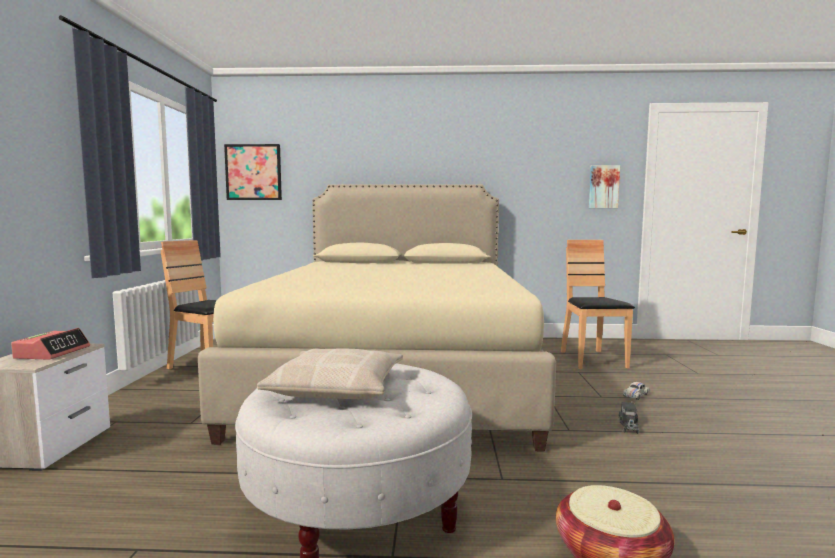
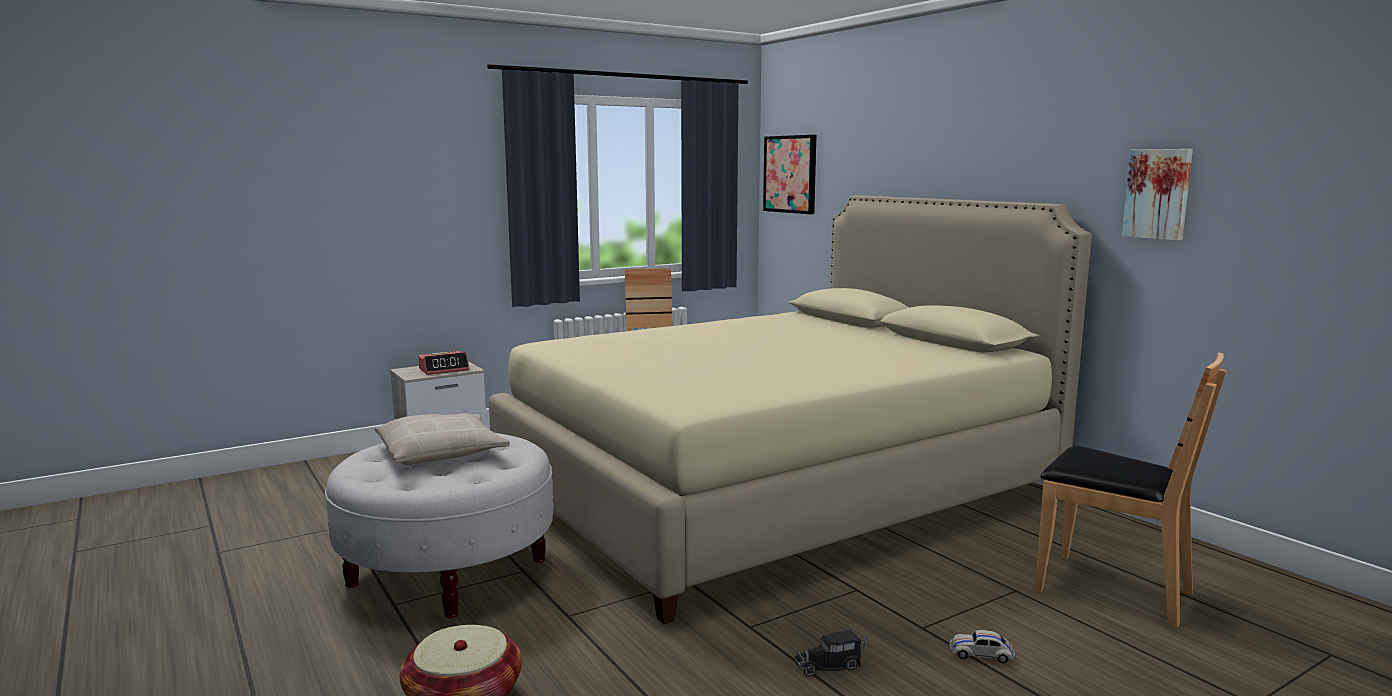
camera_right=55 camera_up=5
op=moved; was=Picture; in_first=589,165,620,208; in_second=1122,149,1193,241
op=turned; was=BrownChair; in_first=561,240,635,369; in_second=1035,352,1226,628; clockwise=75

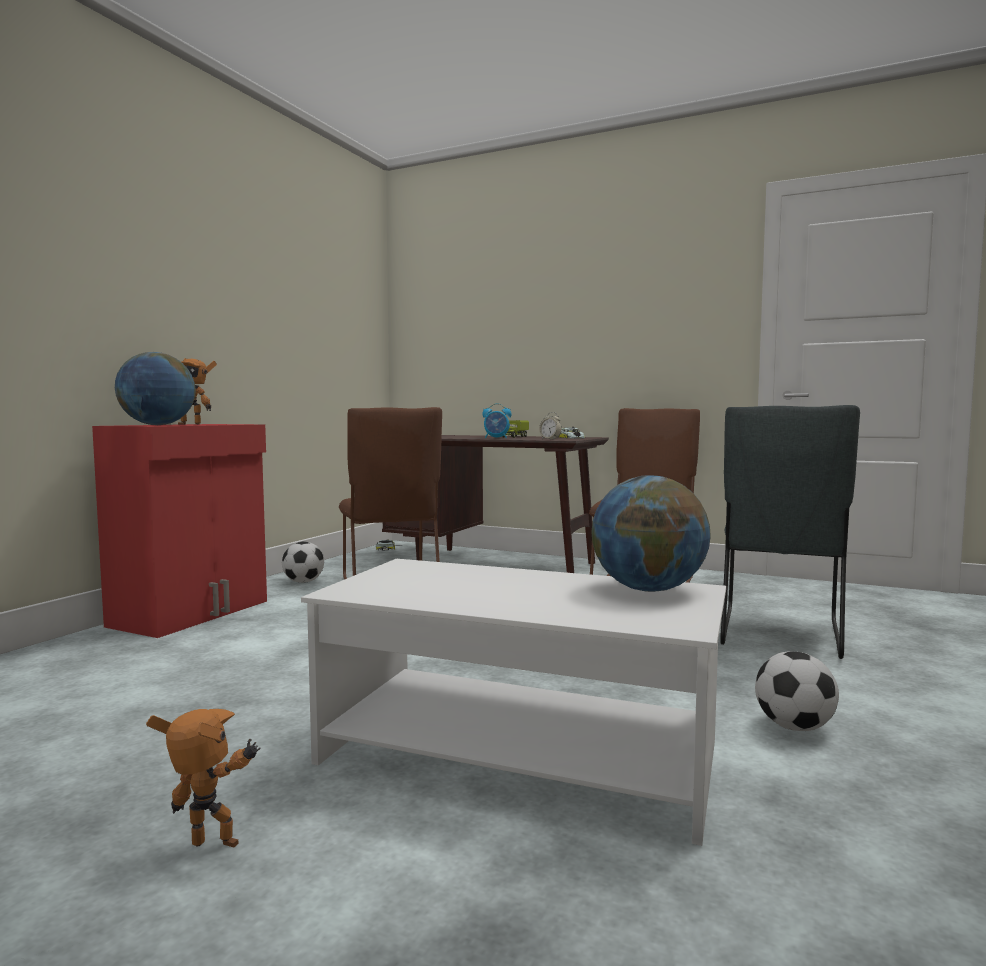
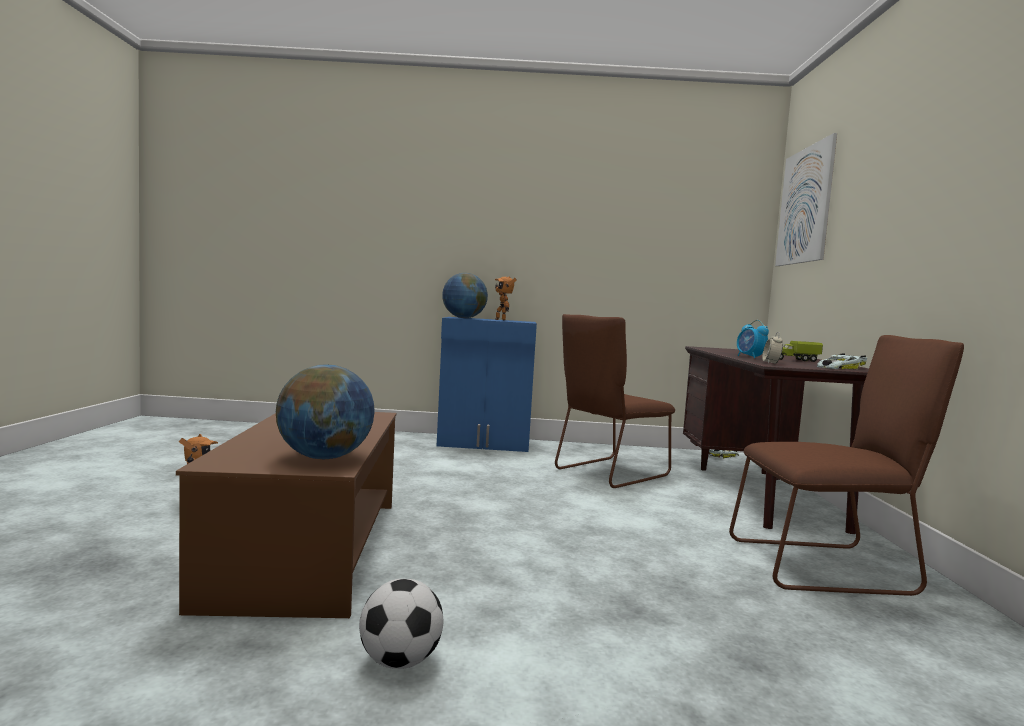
camera_right=65 camera_up=0
op=removed; was=Football; in_first=282,542,324,583
op=removed; was=GreyChair; in_first=720,405,860,659
op=added; now=Picture; in_second=775,133,837,266
op=recoloured; was=RedCabinet; now=BlueCabinet; in_first=92,424,267,638; in_second=437,317,537,452
op=recoloured; was=WhiteCoffeeTable; now=BrownCoffeeTable; in_first=301,559,726,846; in_second=176,412,396,618

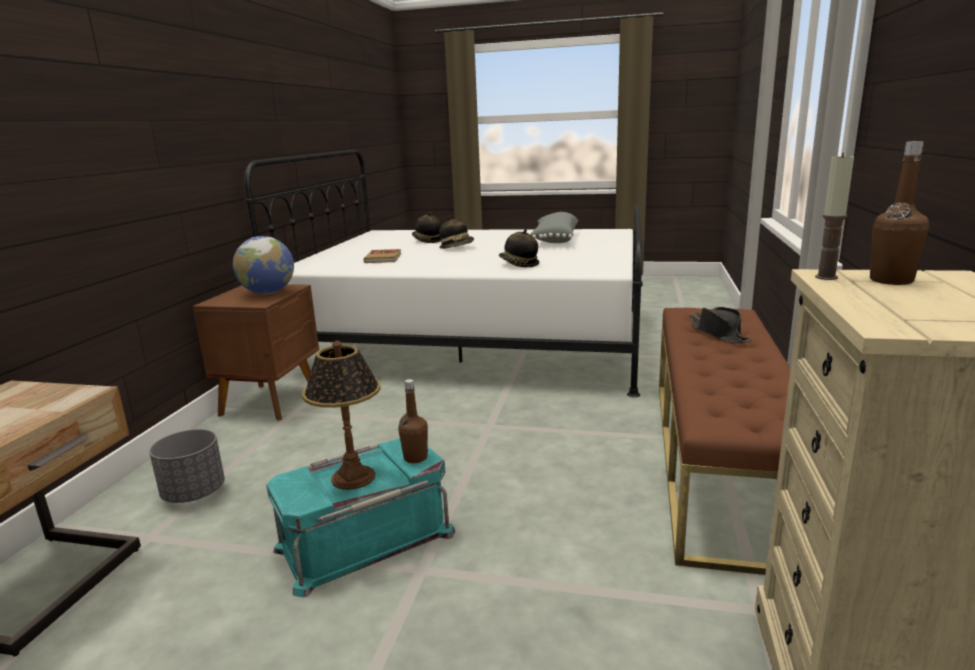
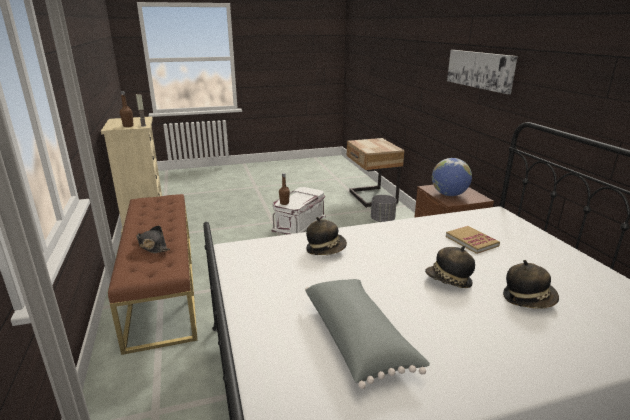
camera_right=150 camera_up=5
op=removed; was=TableLamp; in_first=302,341,381,490
op=added; now=Picture; in_second=447,50,518,94
op=recoloured; was=TurquoiseStorageBox; now=WhiteStorageBox; in_first=266,438,456,597; in_second=271,187,326,235

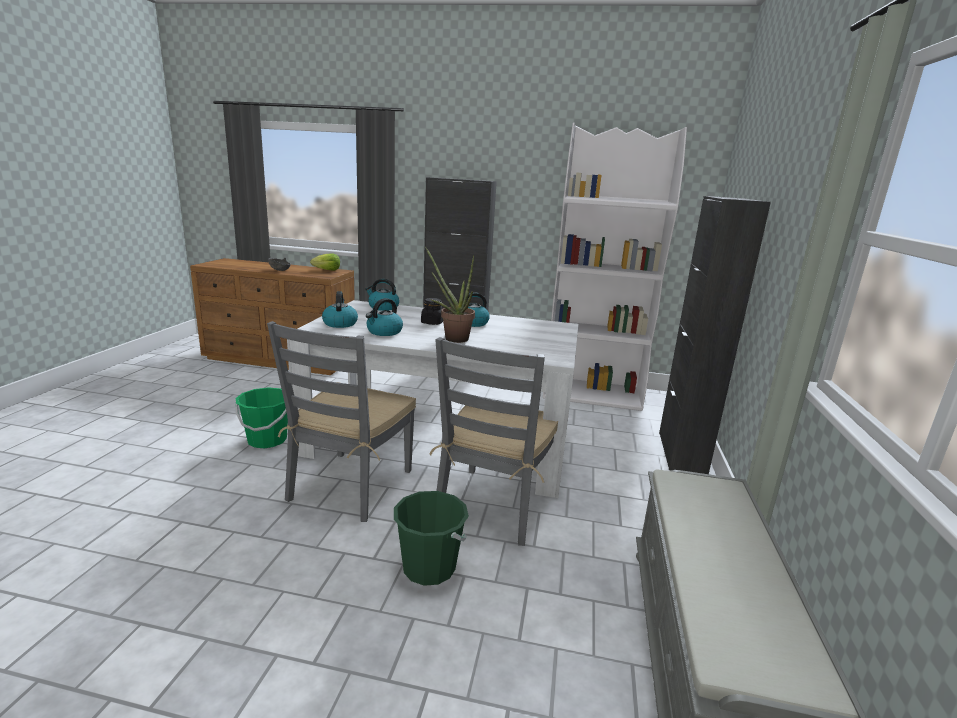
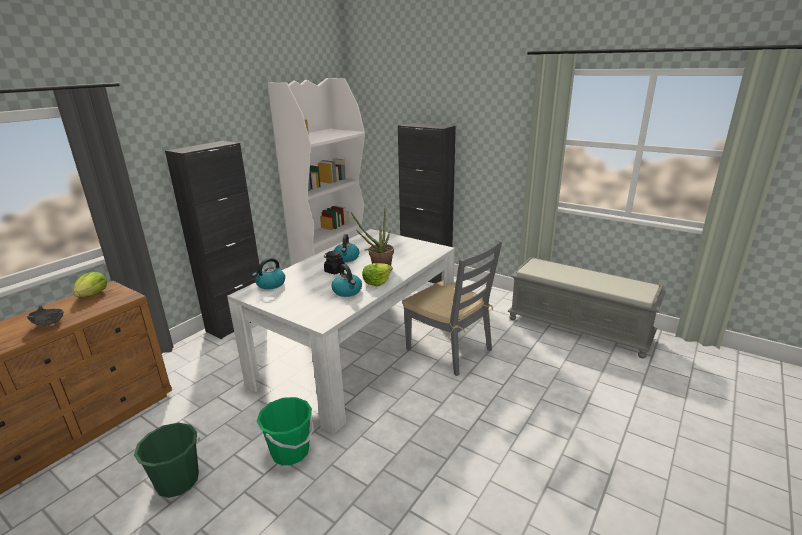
camera_right=-65 camera_up=5
op=removed; was=GreyChair; in_first=267,321,416,522
op=removed; was=Kettle; in_first=322,291,358,328
op=added; now=Lettuce; in_second=362,263,393,286
op=moved; was=GreenBucket; in_first=394,491,469,586; in_second=134,423,200,498

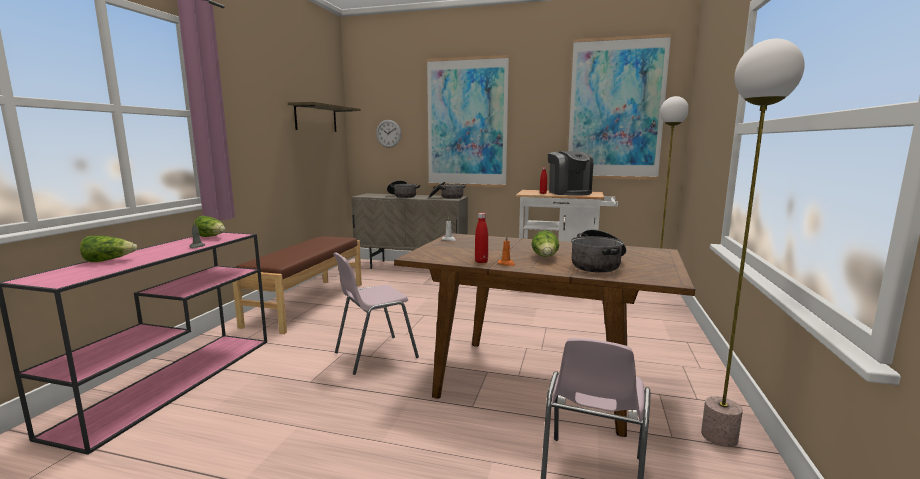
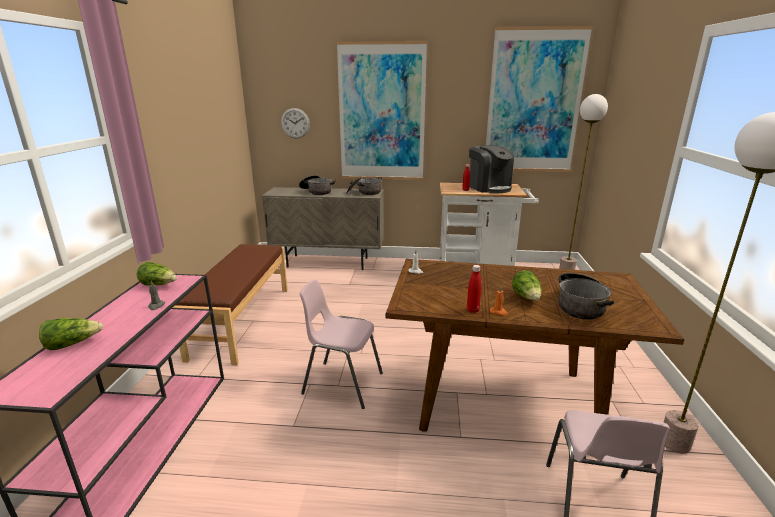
camera_right=-10 camera_up=10
op=removed; was=Shelf; in_first=288,102,361,132
op=turned; was=PinkChair; in_first=333,252,419,375; in_second=299,279,383,409; clockwise=60

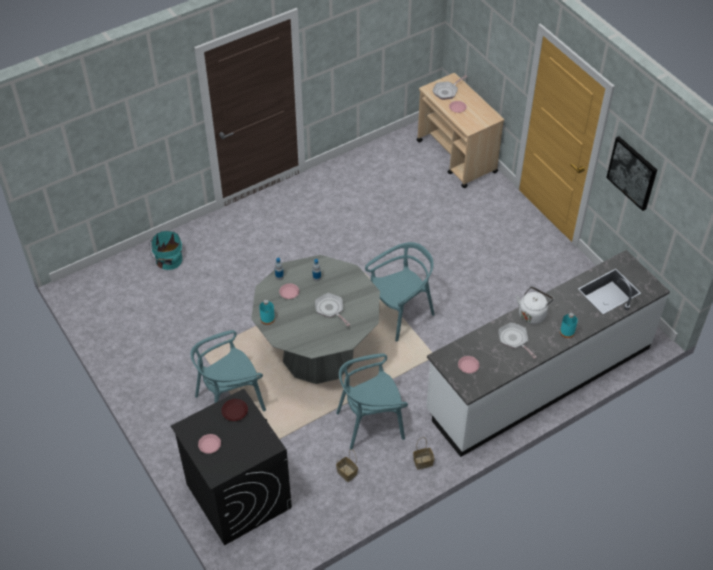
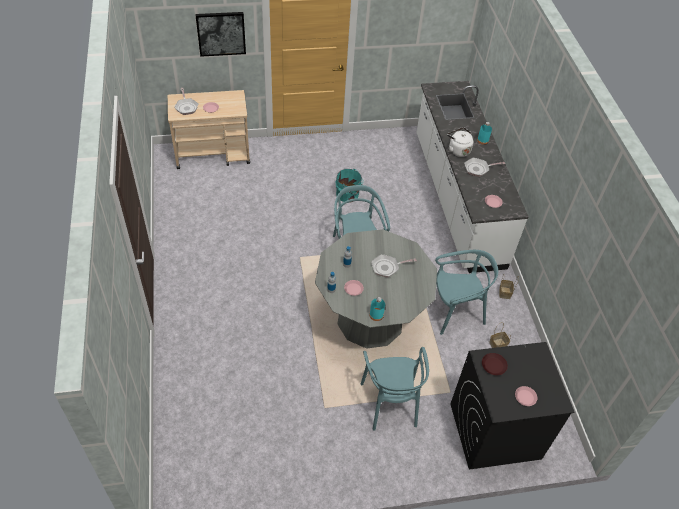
camera_right=-70 camera_up=0
op=moved; was=TurquoiseBucket; in_first=149,231,182,270; in_second=336,169,363,202
op=moved; was=Picture; in_first=606,136,657,211; in_second=195,12,246,57
op=turned; was=TurquoiseChair; in_first=336,354,408,449; in_second=435,250,498,335; clockwise=-105

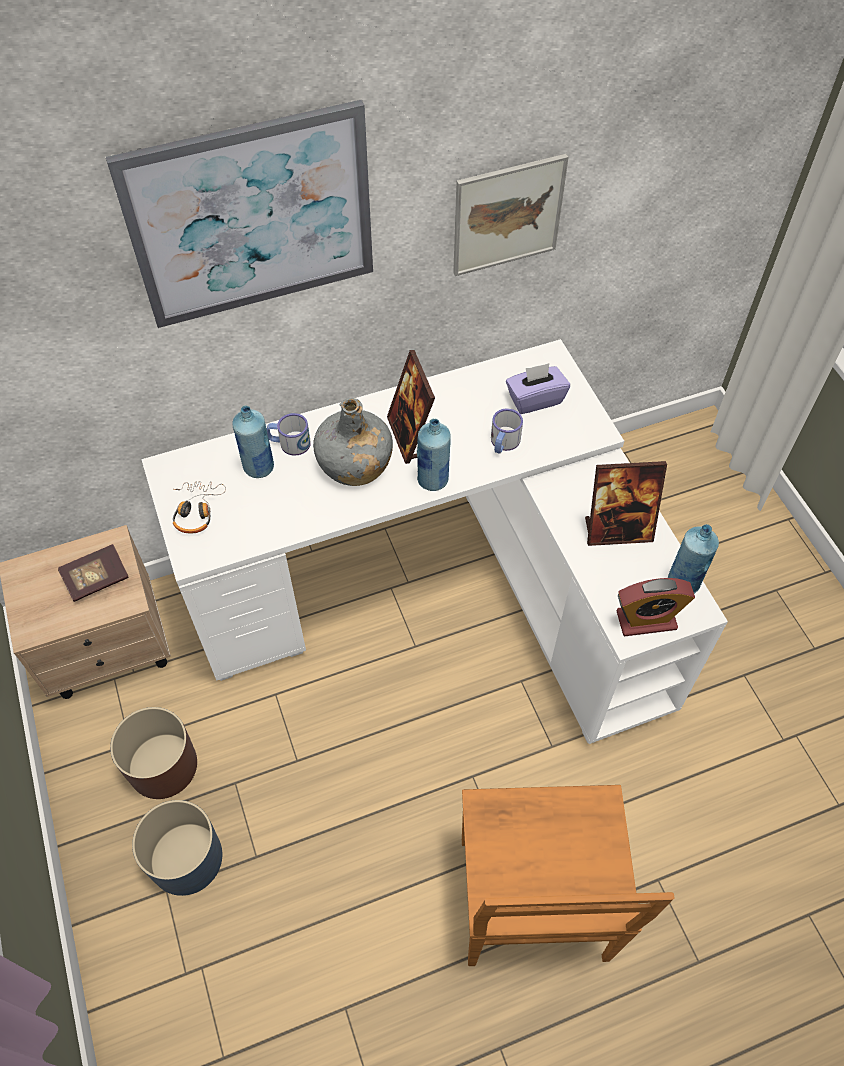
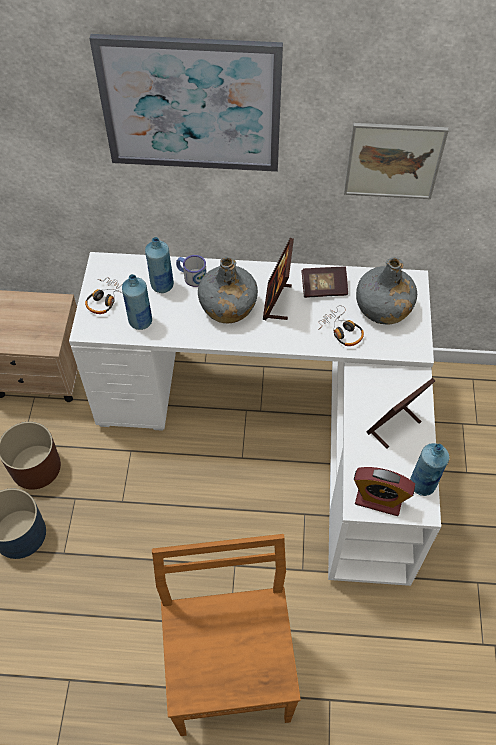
camera_right=25 camera_up=0
op=moved; was=Book; in_first=58,544,129,602; in_second=301,266,348,298
op=moved; was=BlueBottle; in_first=417,419,451,491; in_second=122,274,152,330
op=replaced; was=Mug; now=Headphones; in_first=491,408,523,454; in_second=318,305,364,346
op=replaced; was=PurpleTissueBox; now=GreyBottle; in_first=506,363,570,414; in_second=356,257,417,324
op=turned; was=BrownChair; in_first=462,785,675,966; in_second=152,534,301,736; clockwise=150
op=turned; was=PictureFrame; in_first=585,461,667,546; in_second=367,378,435,448; clockwise=120

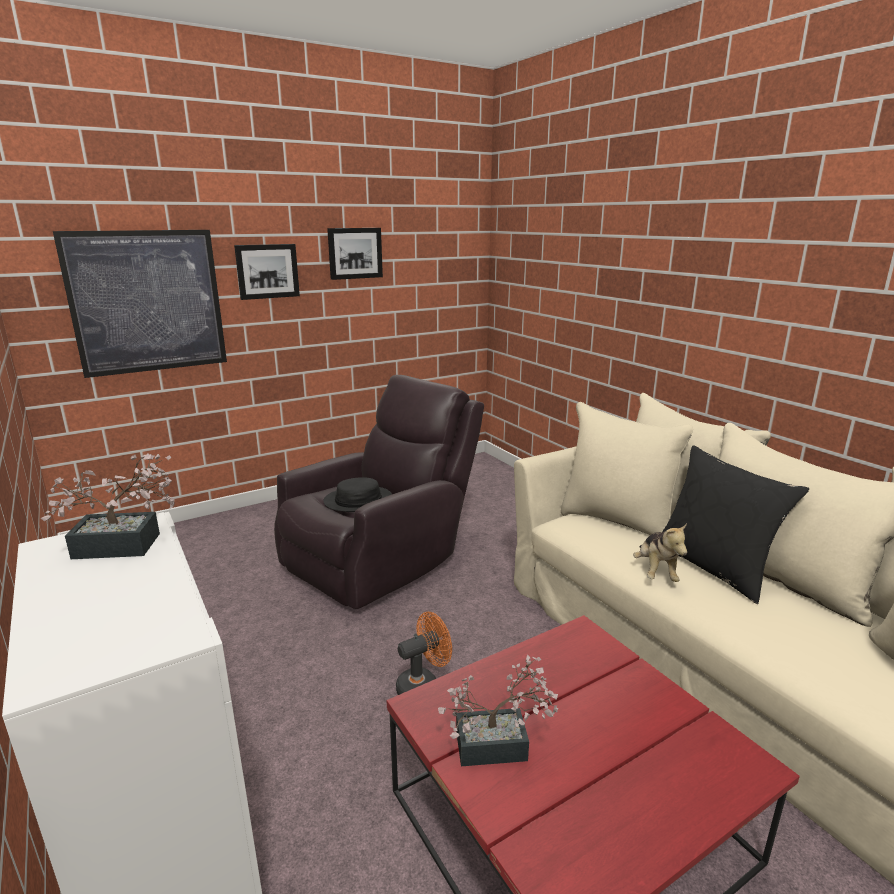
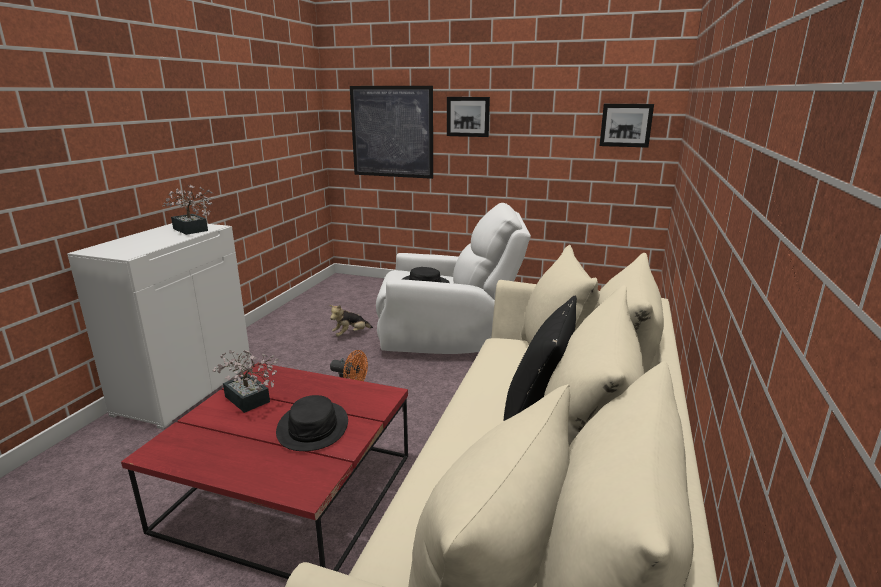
camera_right=50 camera_up=0
op=added; now=BlackHat; in_second=276,395,348,451
op=moved; was=Picture; in_first=327,228,383,280; in_second=600,104,654,147
op=moved; was=PlushToy; in_first=633,523,687,582; in_second=329,305,373,336
op=recoloured; was=BrownArmchair; now=WhiteArmchair; in_first=274,375,484,609; in_second=376,203,531,354

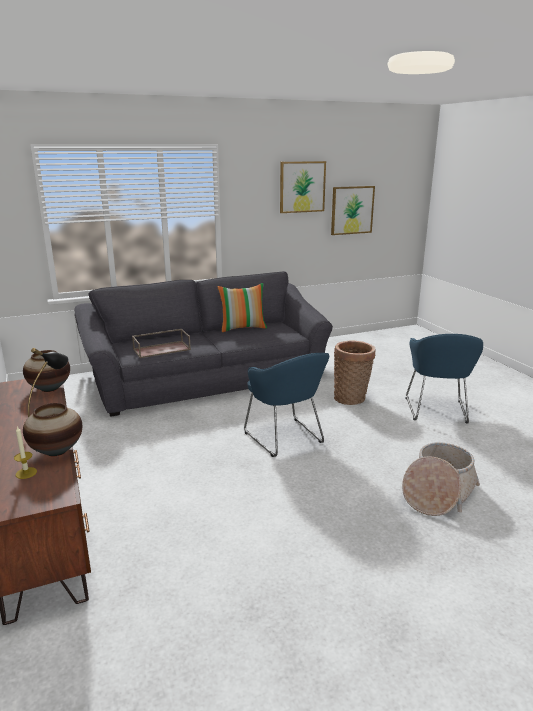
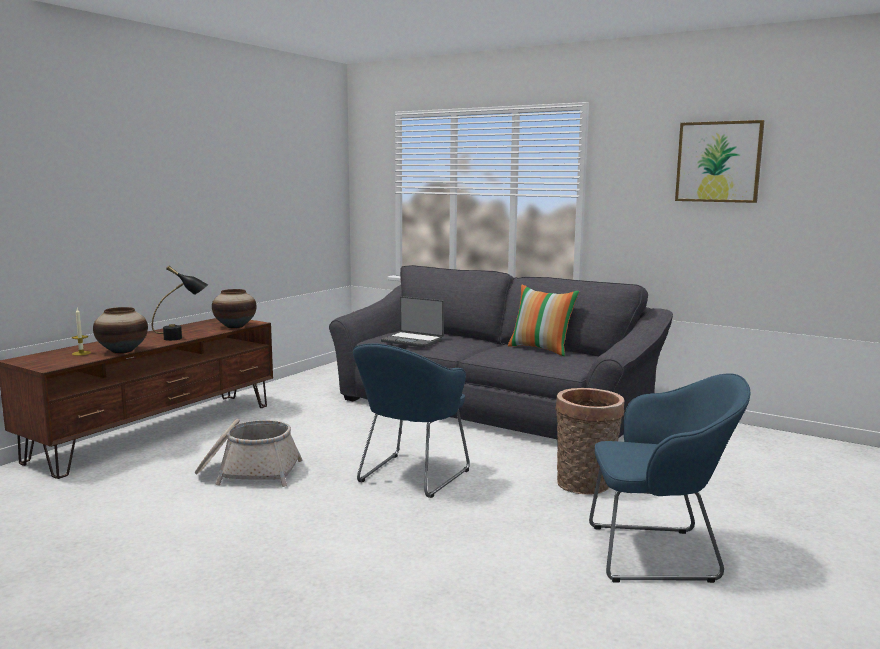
camera_right=55 camera_up=-10
op=removed; was=Picture; in_first=331,186,375,235
op=moved; was=Basket; in_first=402,442,480,516; in_second=195,419,302,487
op=replaced; was=BrownTray; now=Laptop; in_first=132,329,191,358; in_second=381,296,444,348
op=turned; was=BlueArmchair; in_first=406,334,483,423; in_second=589,373,751,583; clockwise=-150

